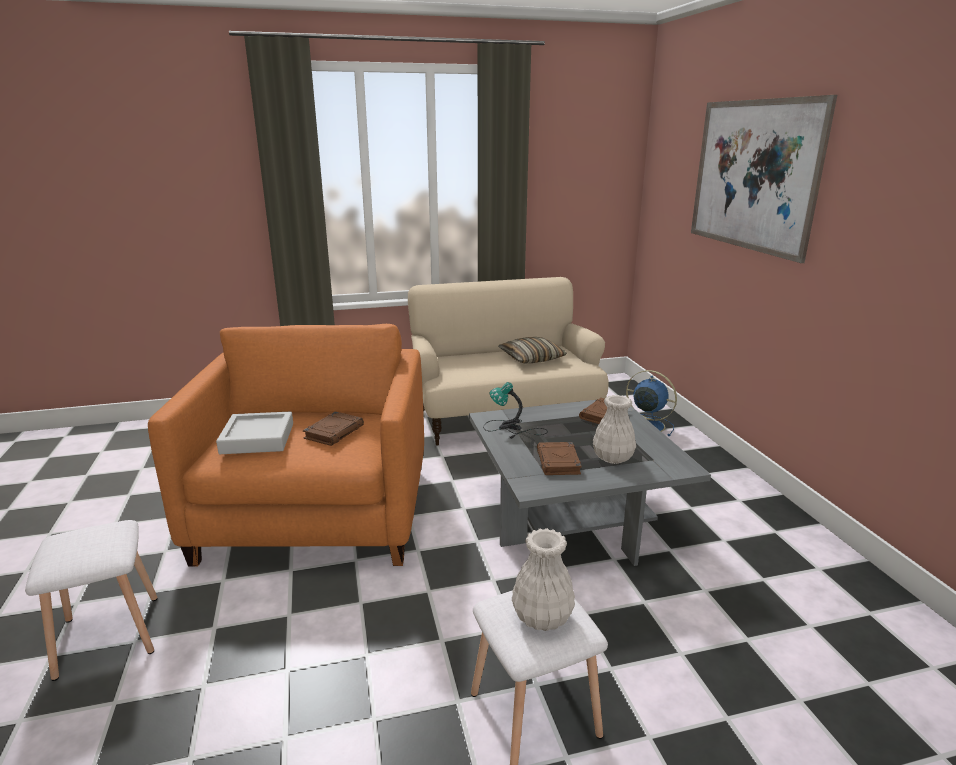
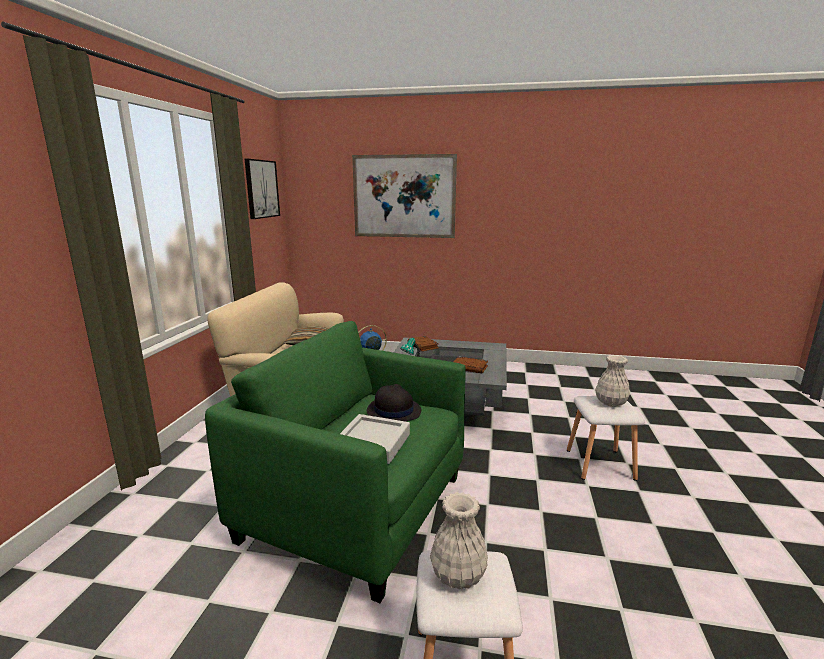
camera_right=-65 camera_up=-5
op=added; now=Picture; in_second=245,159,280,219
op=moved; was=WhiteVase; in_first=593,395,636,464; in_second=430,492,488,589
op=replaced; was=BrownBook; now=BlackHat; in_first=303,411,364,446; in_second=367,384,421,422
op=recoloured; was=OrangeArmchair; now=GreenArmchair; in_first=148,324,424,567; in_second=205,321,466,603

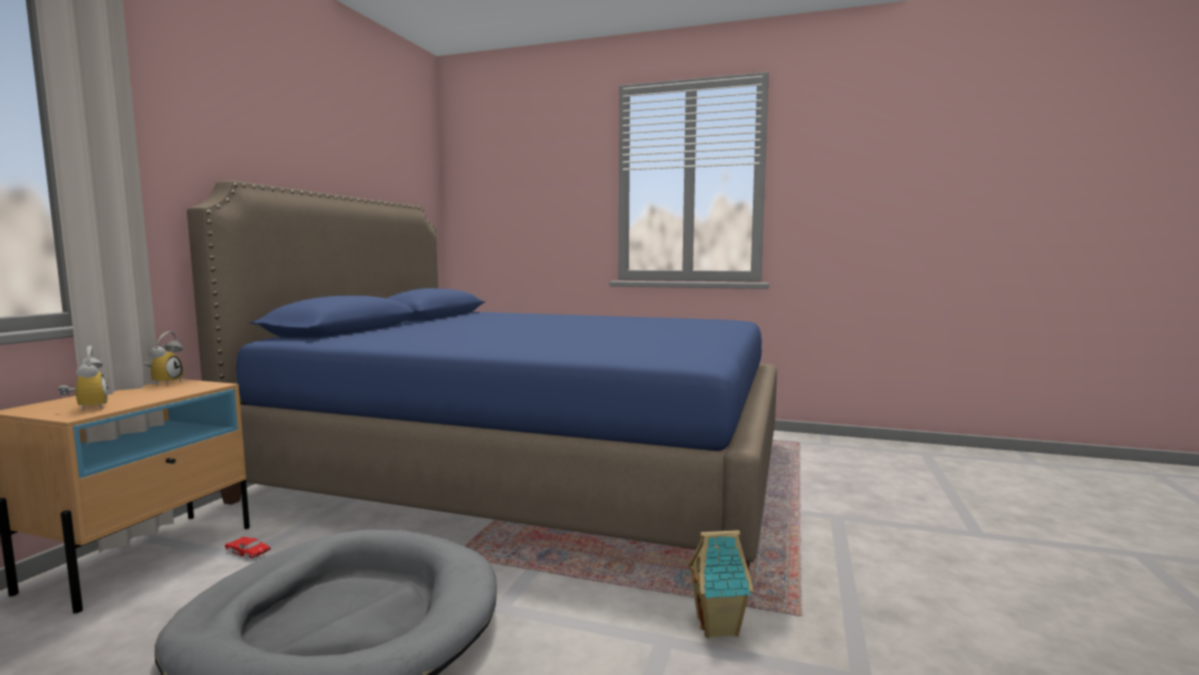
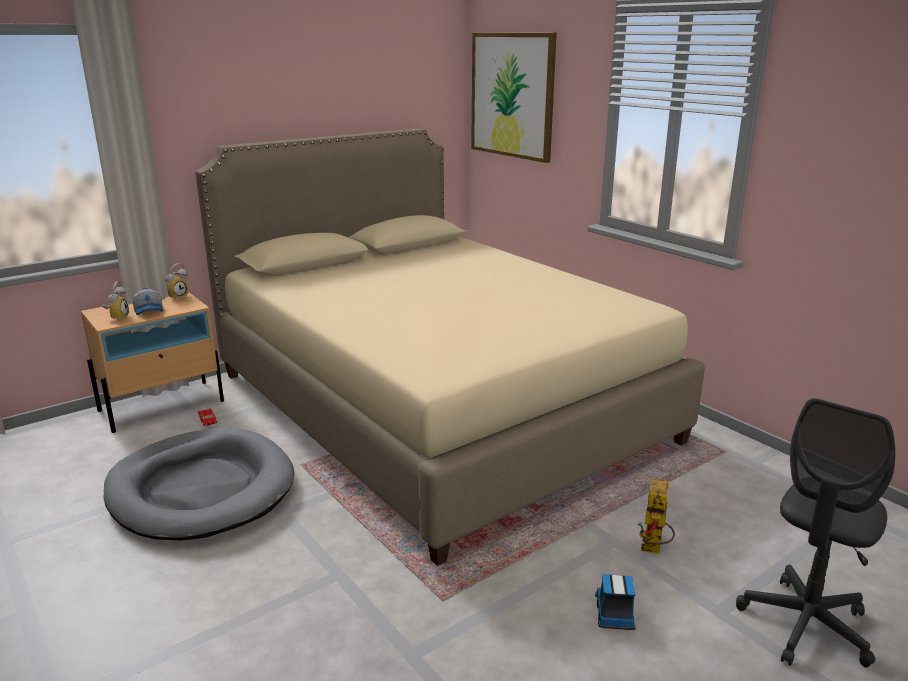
camera_right=35 camera_up=15
op=removed; was=ToyHouse; in_first=688,529,754,638
op=added; now=Cap; in_second=133,288,163,315
op=added; now=Picture; in_second=471,33,557,163
op=added; now=ToyTruck; in_second=595,574,635,630
op=added; now=ToyRobot; in_second=638,478,675,554
op=added; now=GreyOfficeChair; in_second=736,398,895,668
op=recoloured; was=BlueBed; now=BeigeBed; in_first=187,181,777,571; in_second=195,128,705,566

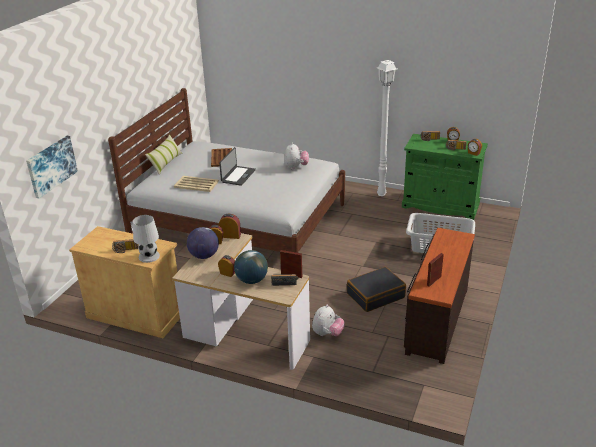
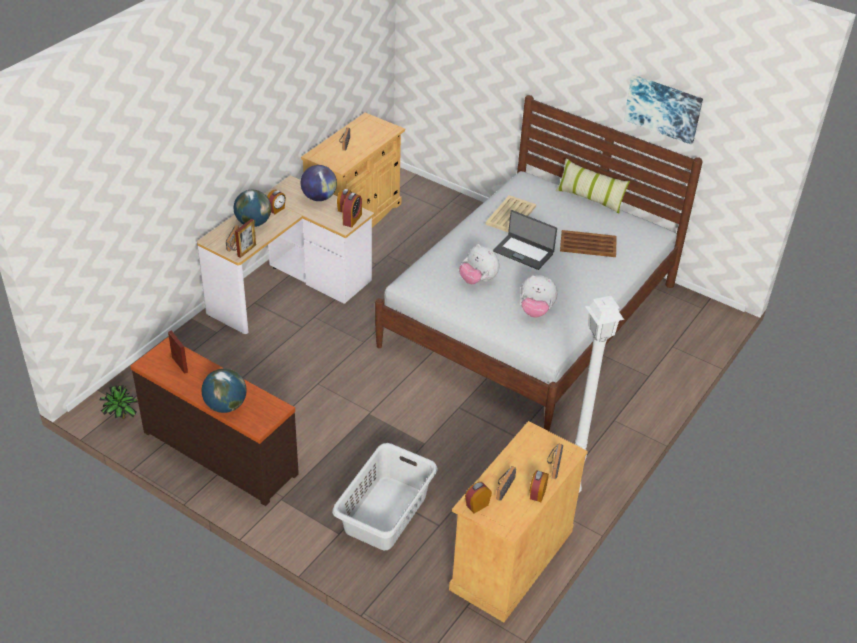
camera_right=100 camera_up=10
op=removed; was=WhiteTableLamp; in_first=133,215,160,263
op=removed; was=BlackSuitcase; in_first=347,267,406,312
op=added; now=PottedPlant; in_second=100,385,138,419
op=added; now=Globe; in_second=201,368,247,413
op=moved; was=Picture; in_first=26,136,78,198; in_second=624,75,703,145
op=moved; was=PlushToy; in_first=312,305,345,336; in_second=459,244,499,284
op=recoloured; was=GreenCabinet; now=BeigeCabinet; in_first=402,134,488,220; in_second=449,421,588,622

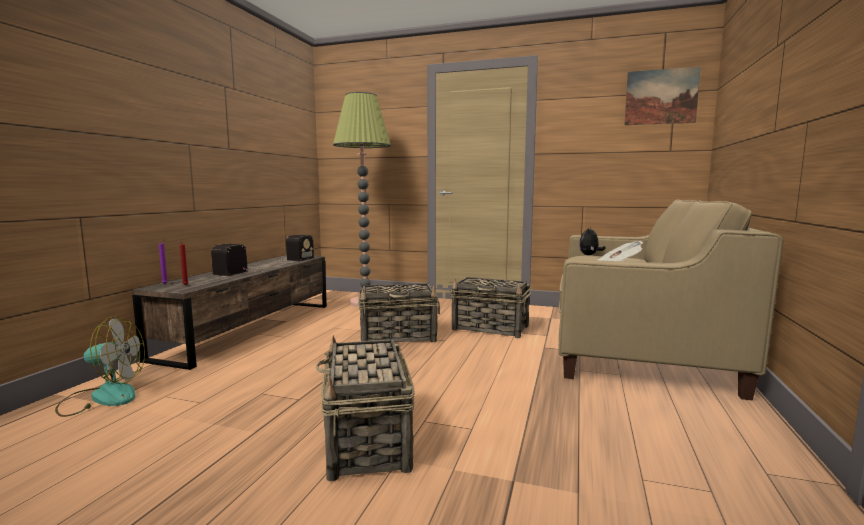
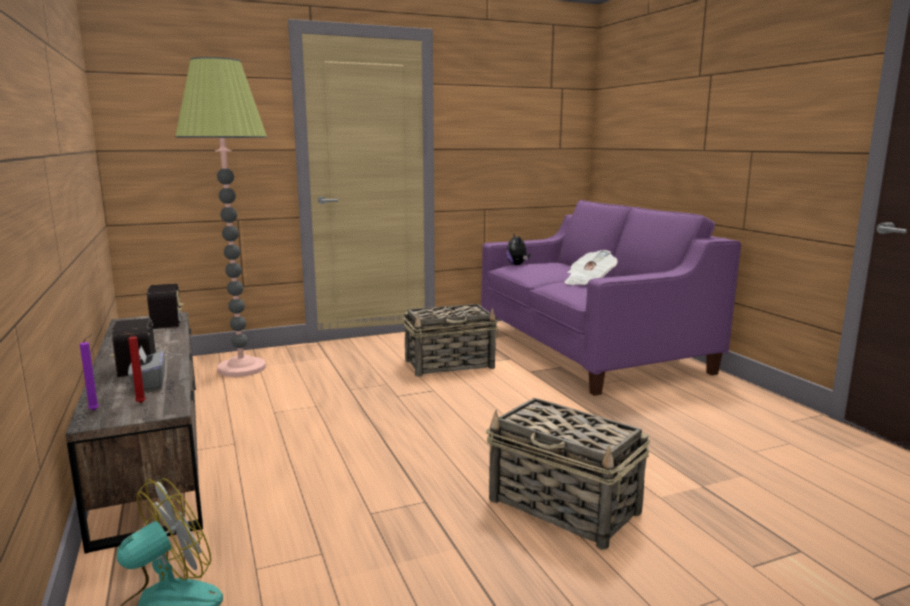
camera_right=-40 camera_up=5
op=removed; was=Basket; in_first=358,283,440,342
op=removed; was=Picture; in_first=624,67,701,125
op=added; now=GreyTissueBox; in_second=128,346,165,390
op=recoloured; was=BeigeSofa; now=PurpleSofa; in_first=558,199,783,400; in_second=481,200,741,396

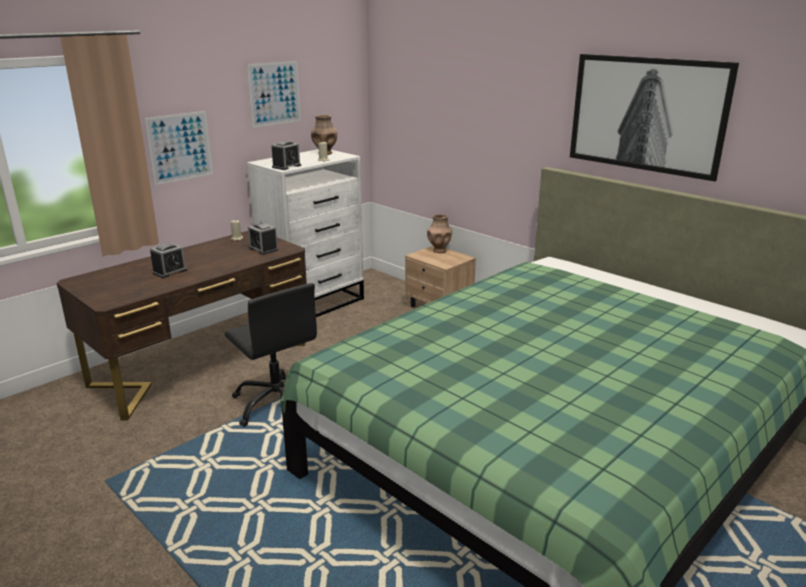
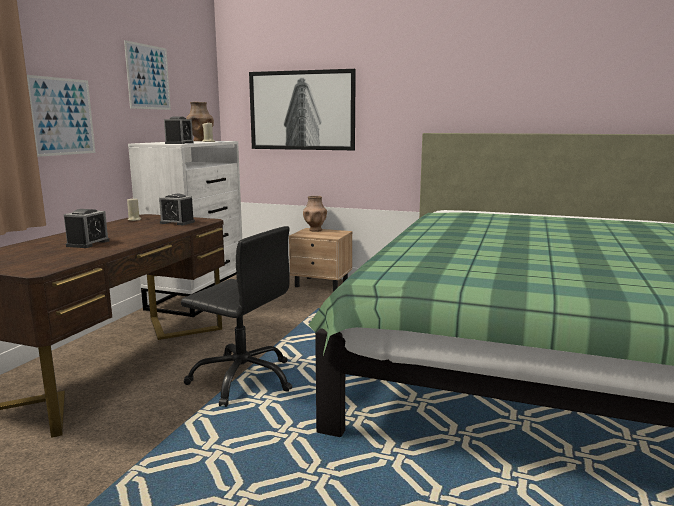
camera_right=-25 camera_up=-10
op=moved; was=Picture; in_first=570,54,739,181; in_second=249,69,356,150

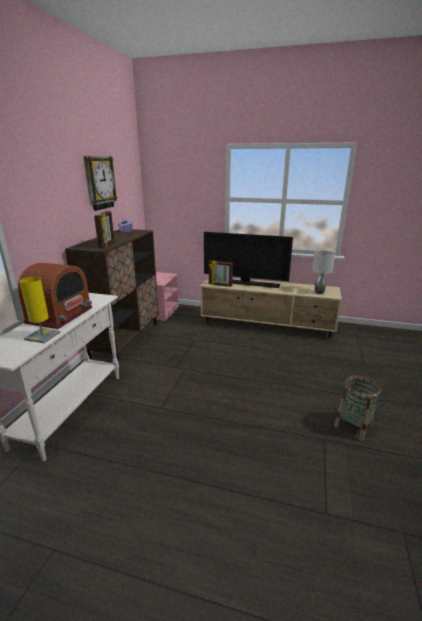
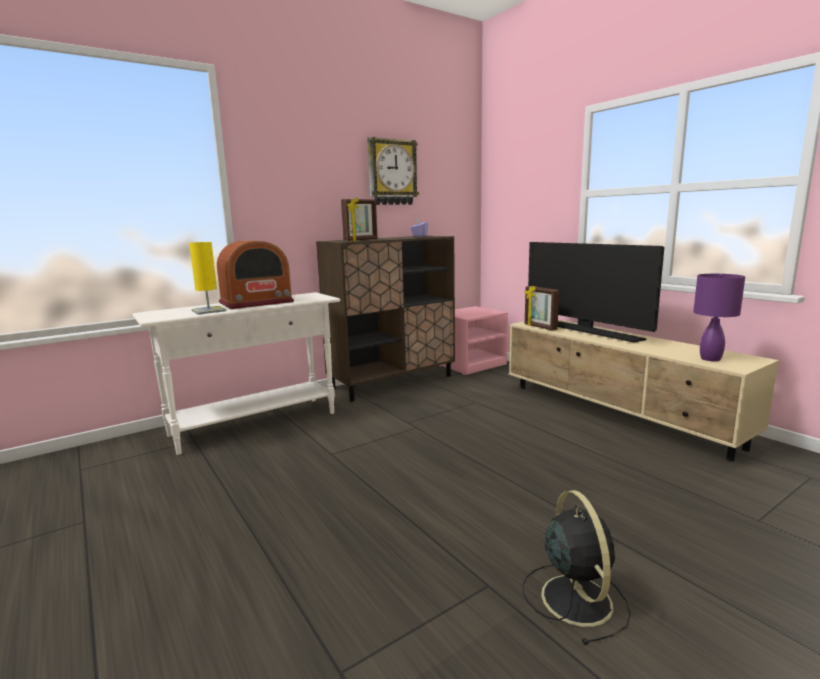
camera_right=40 camera_up=-10
op=replaced; was=Basket; now=BlackFan; in_first=334,375,381,441; in_second=523,490,631,645
op=recoloured; was=GreyTableLamp; now=PurpleTableLamp; in_first=312,250,335,294; in_second=693,274,745,361

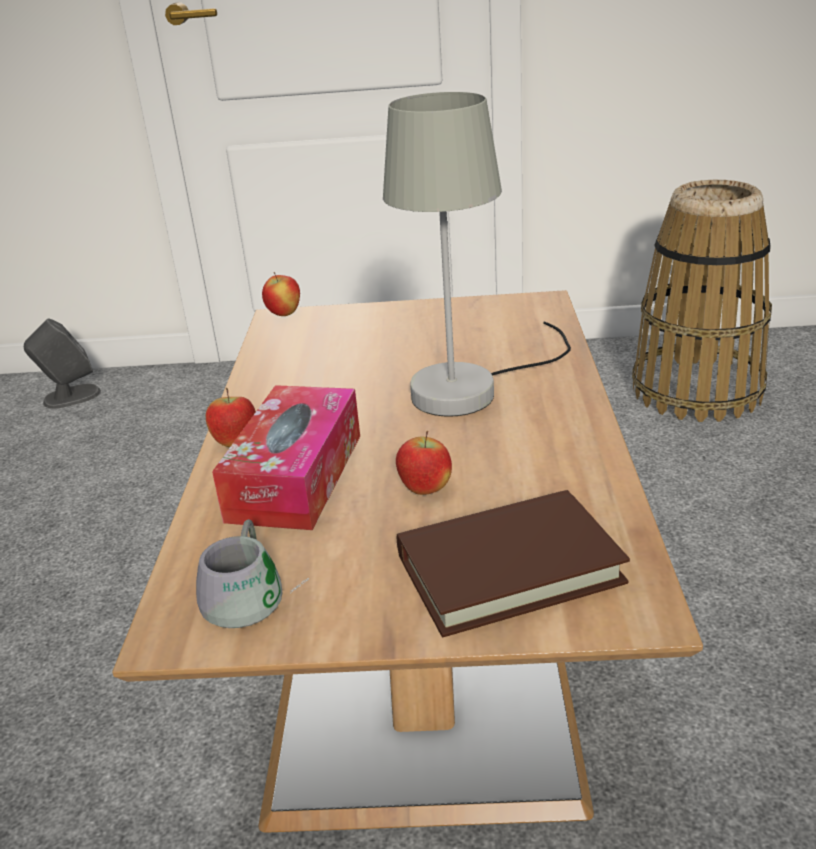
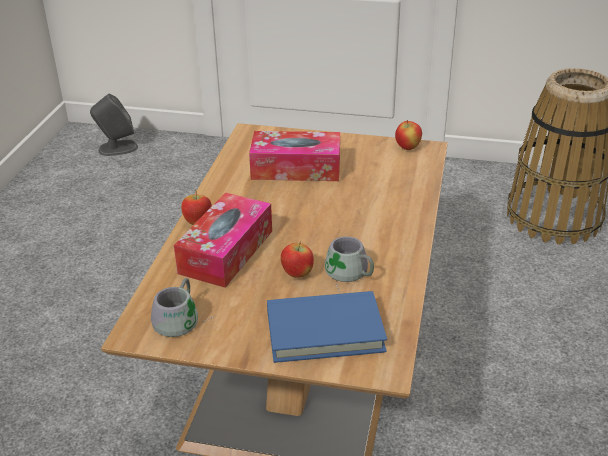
camera_right=10 camera_up=5
op=removed; was=GreyTableLamp; in_first=383,92,571,417
op=added; now=TissueBox; in_second=249,131,340,181
op=added; now=GreyMug; in_second=325,236,374,293
op=moved; was=Apple; in_first=262,272,300,316; in_second=395,120,422,150
op=recoloured; was=BrownBook; now=BlueBook; in_first=397,490,630,637; in_second=267,291,387,363

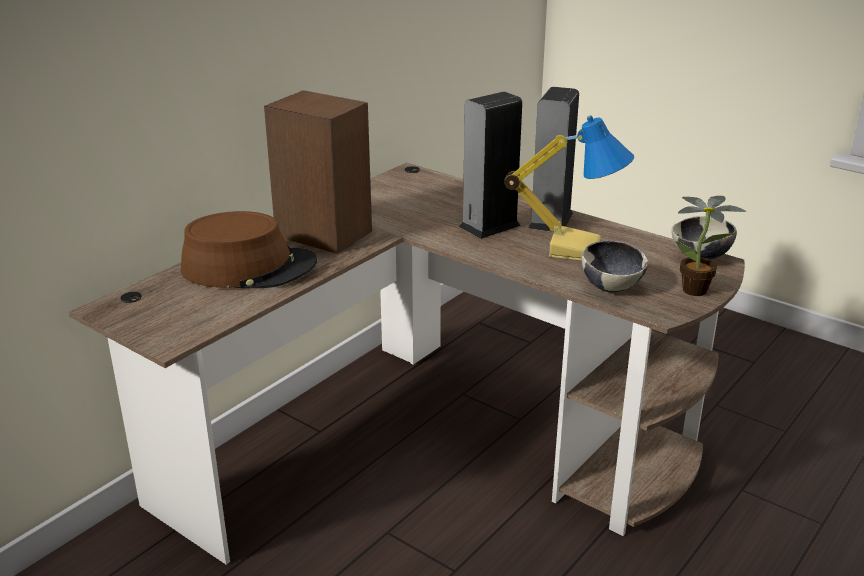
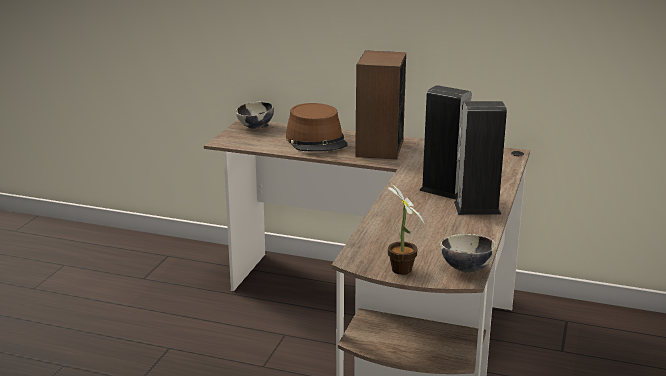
camera_right=70 camera_up=-5
op=removed; was=TableLamp; in_first=504,115,634,261
op=moved; was=Bowl; in_first=582,240,648,293; in_second=236,102,274,129

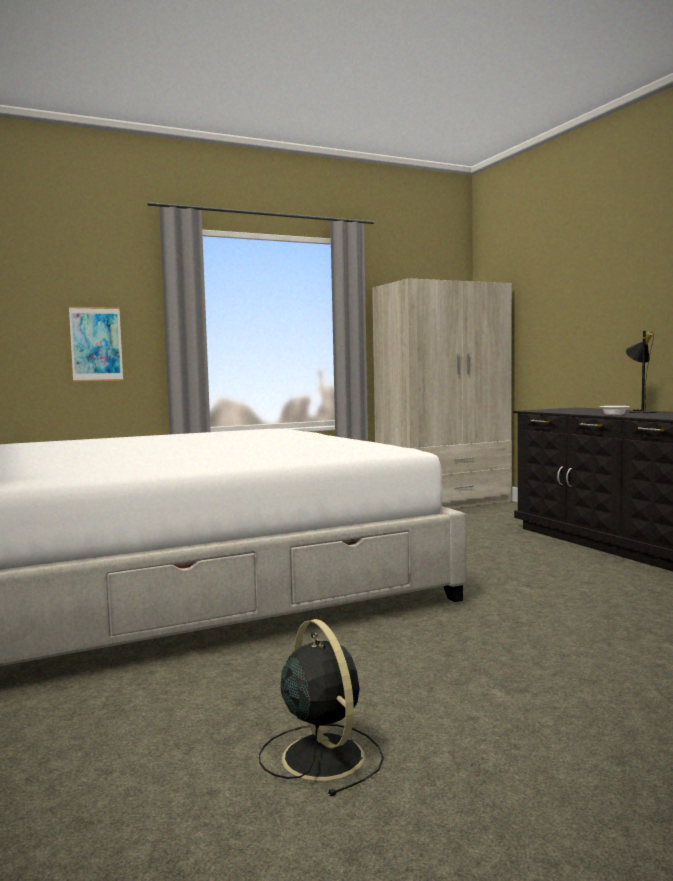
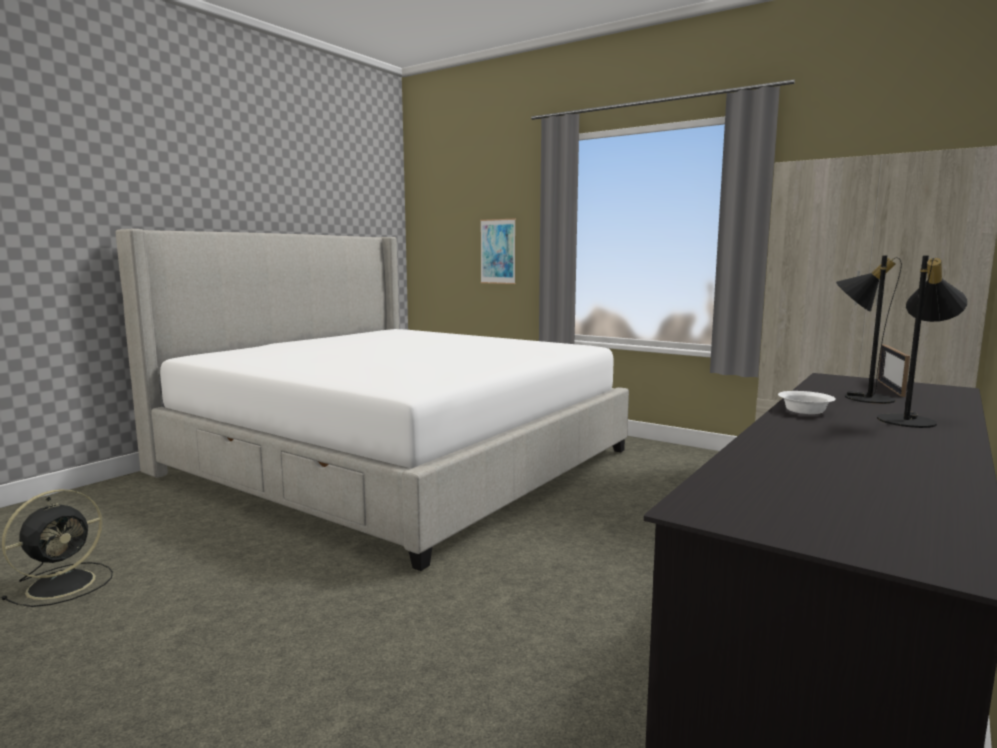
camera_right=60 camera_up=5
op=added; now=BlackTableLamp; in_second=836,255,902,404
op=added; now=PictureFrame; in_second=878,344,910,397

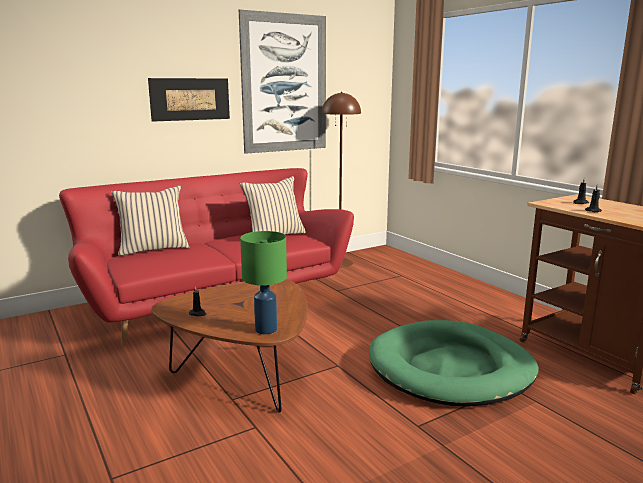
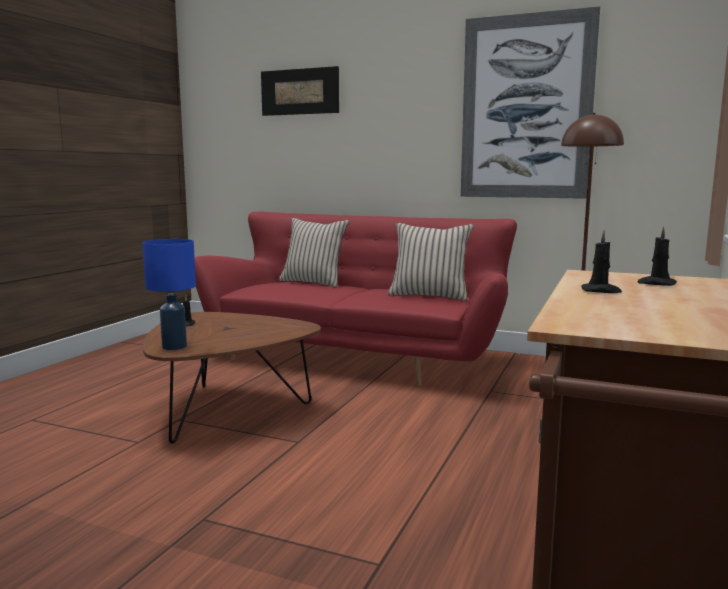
camera_right=55 camera_up=-5
op=removed; was=GreenDogBed; in_first=369,320,539,407
op=moved; was=Picture; in_first=148,78,230,122; in_second=261,66,339,116
op=recoloured; was=GreenTableLamp; now=BlueTableLamp; in_first=240,231,287,335; in_second=142,239,196,350

